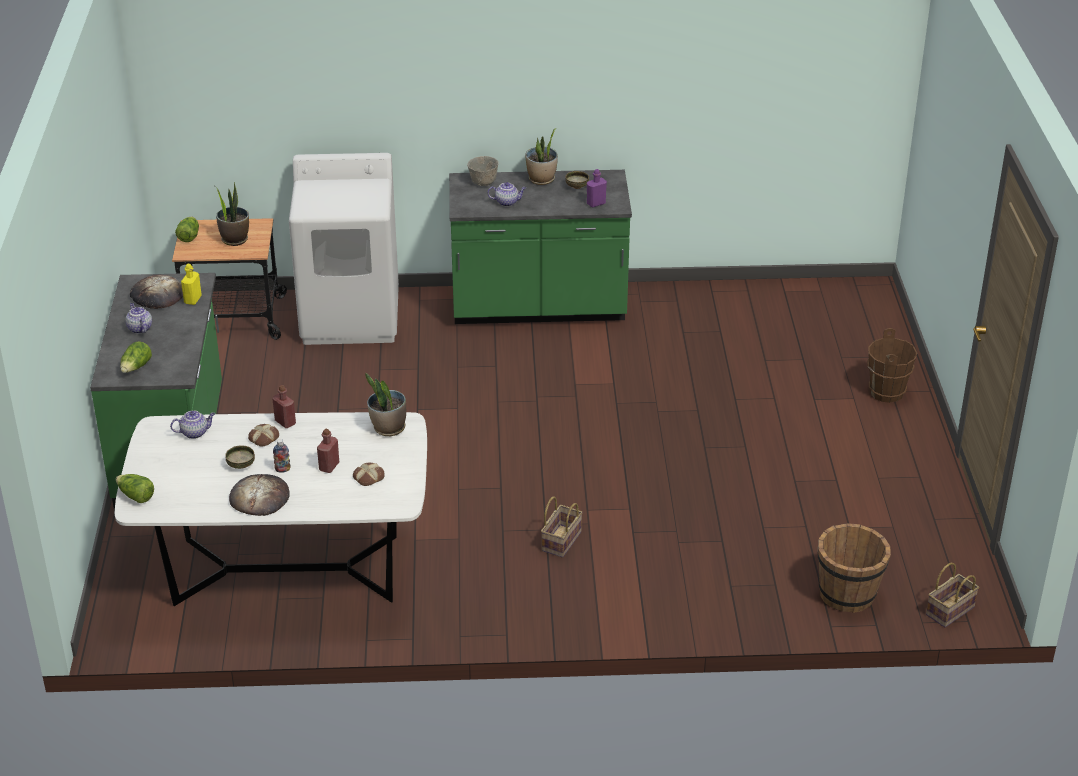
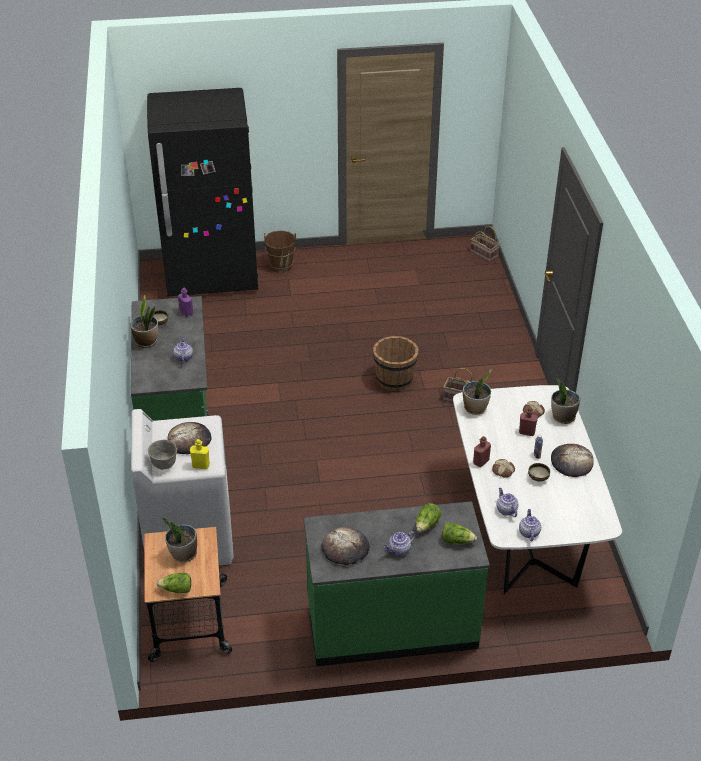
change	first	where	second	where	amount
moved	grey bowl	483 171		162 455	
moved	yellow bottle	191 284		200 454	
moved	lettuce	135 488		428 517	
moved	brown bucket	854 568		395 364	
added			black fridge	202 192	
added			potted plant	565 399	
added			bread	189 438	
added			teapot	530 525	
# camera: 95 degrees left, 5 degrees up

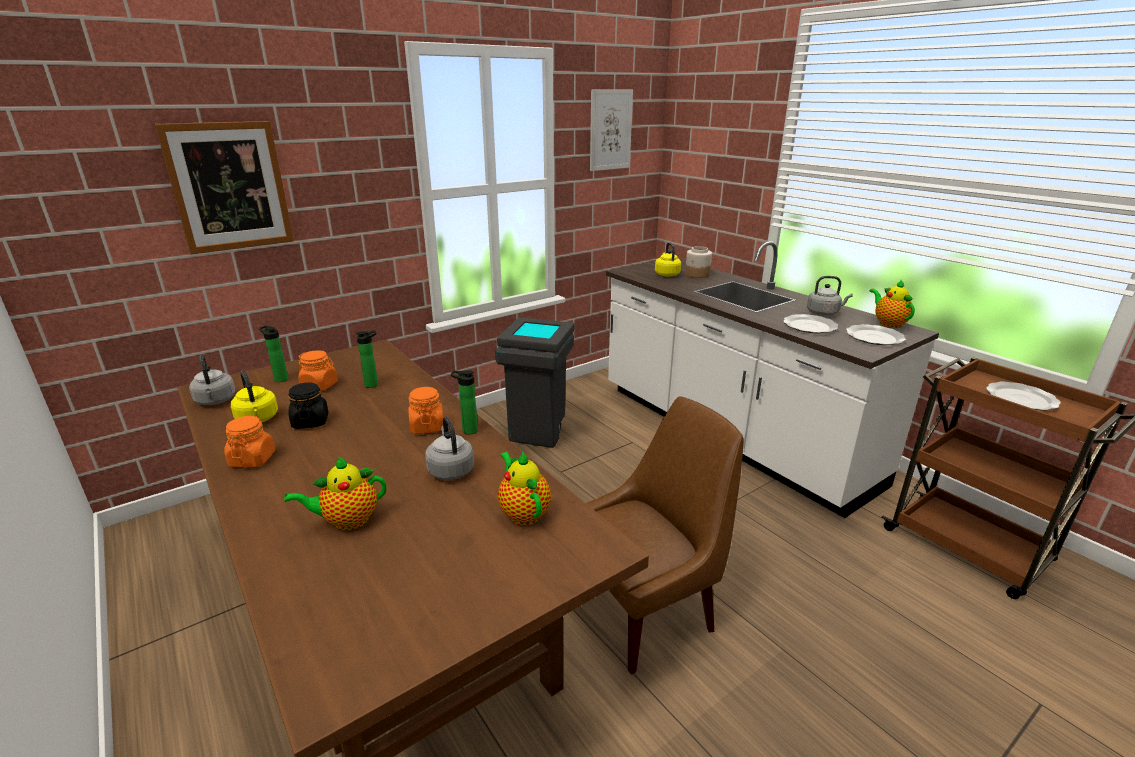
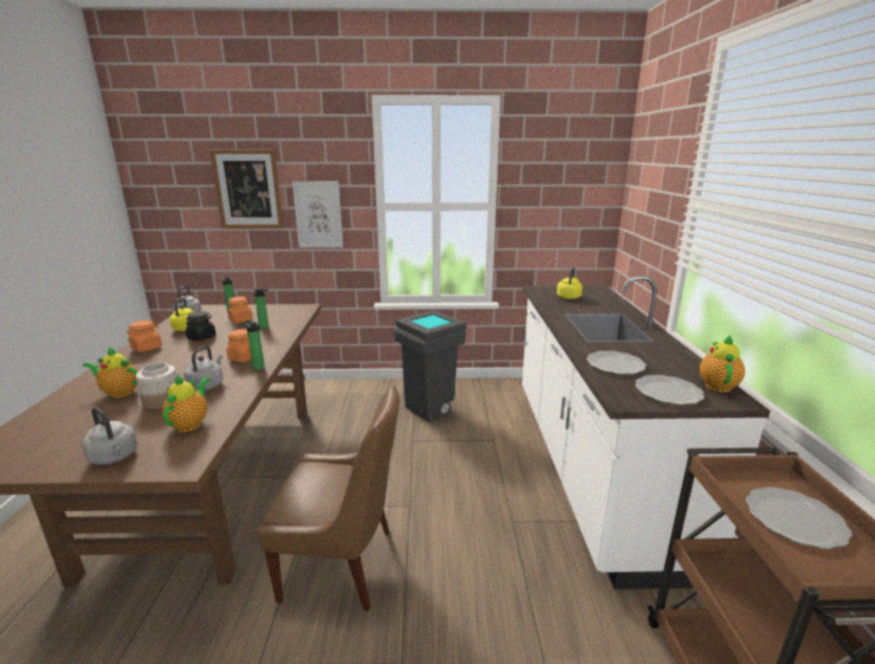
change	first	where	second	where	amount
moved	picture	611 130		317 214	
moved	jar	698 262		156 385	
moved	grey kettle	830 295		110 436	
# camera: 35 degrees right, 5 degrees down

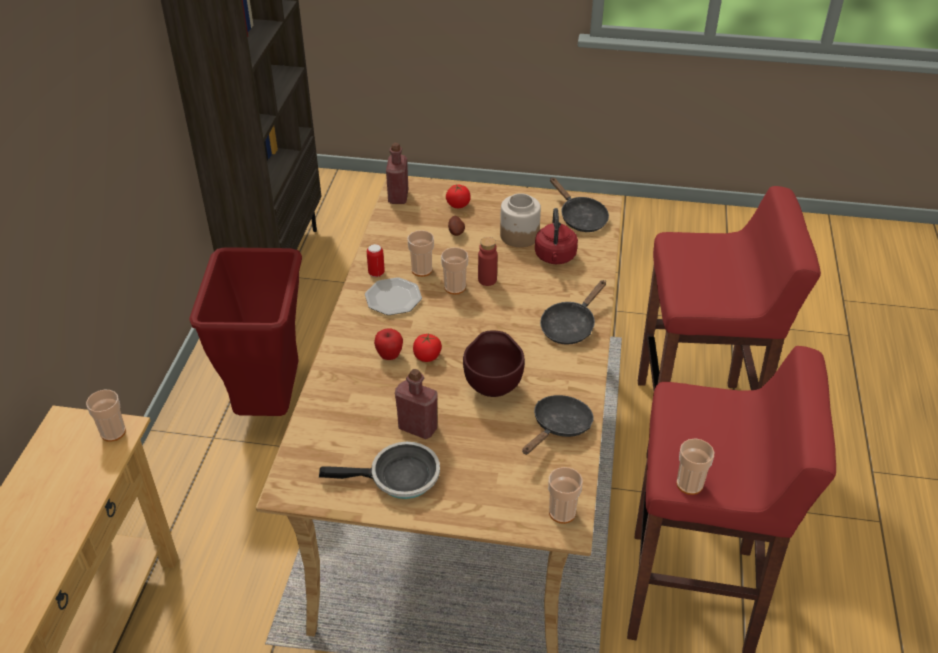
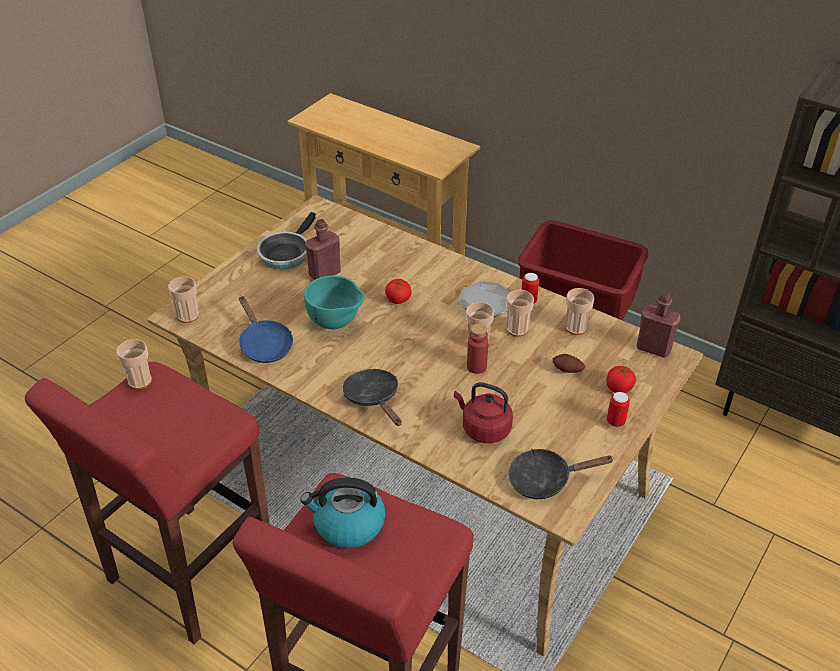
change	first	where	second	where	amount
removed	jar	520 220			
removed	apple	388 344			
recoloured	brown bowl	494 364	turquoise bowl	334 302	
moved	cup	106 416		579 311	
recoloured	black frying pan	558 425	blue frying pan	266 329	
added			can	618 409	
added			kettle	342 513	
# camera: 115 degrees right, 0 degrees up

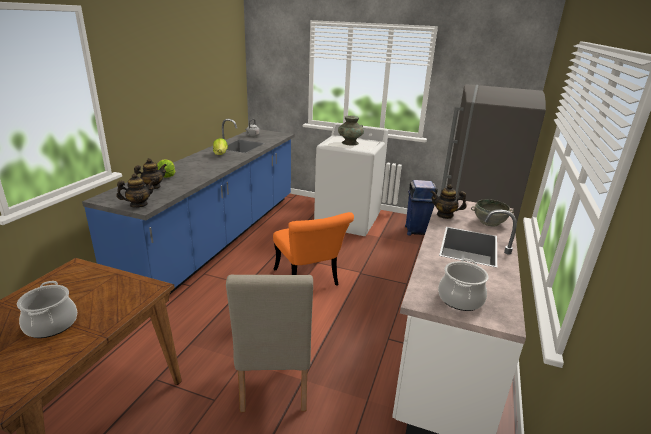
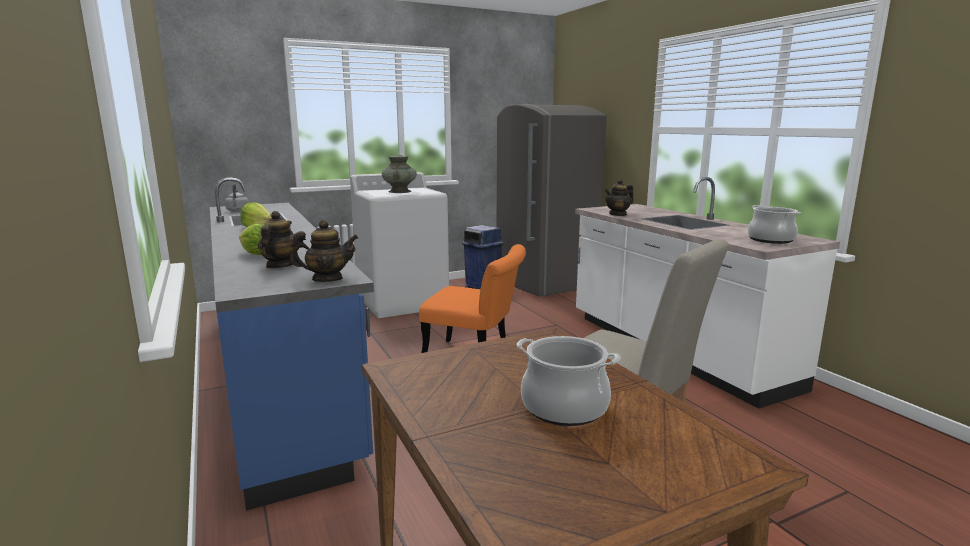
change	first	where	second	where	amount
turned	teapot	135 190		324 251	60 degrees clockwise
removed	grey bowl	492 212			
# camera: 45 degrees left, 10 degrees down

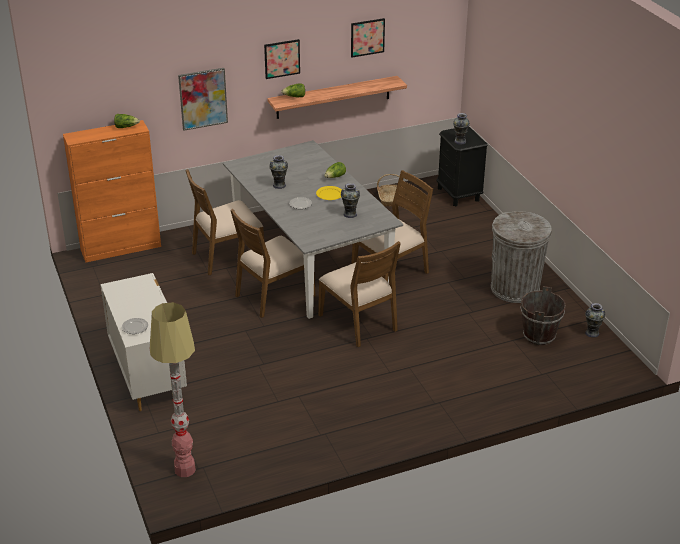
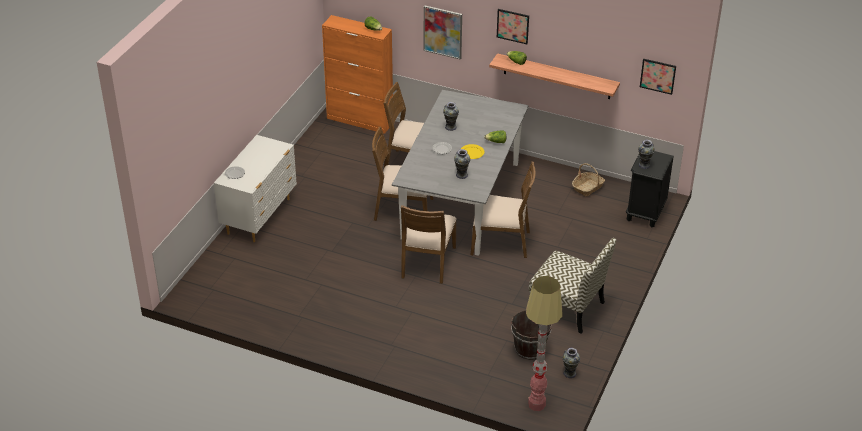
change	first	where	second	where	amount
moved	picture	368 37		658 76	
replaced	grey trash can	521 257	chair	572 286	
moved	floor lamp	173 389		544 343	
# camera: 45 degrees right, 5 degrees up

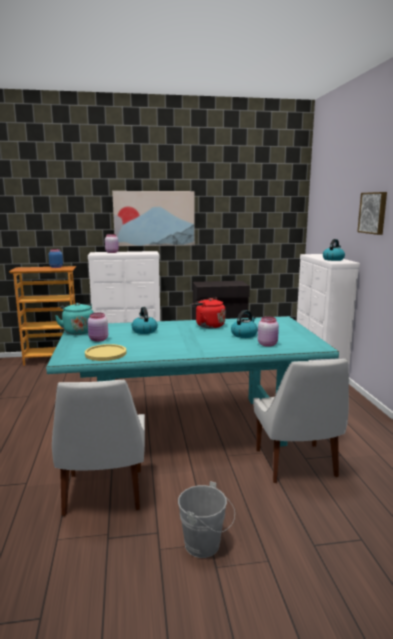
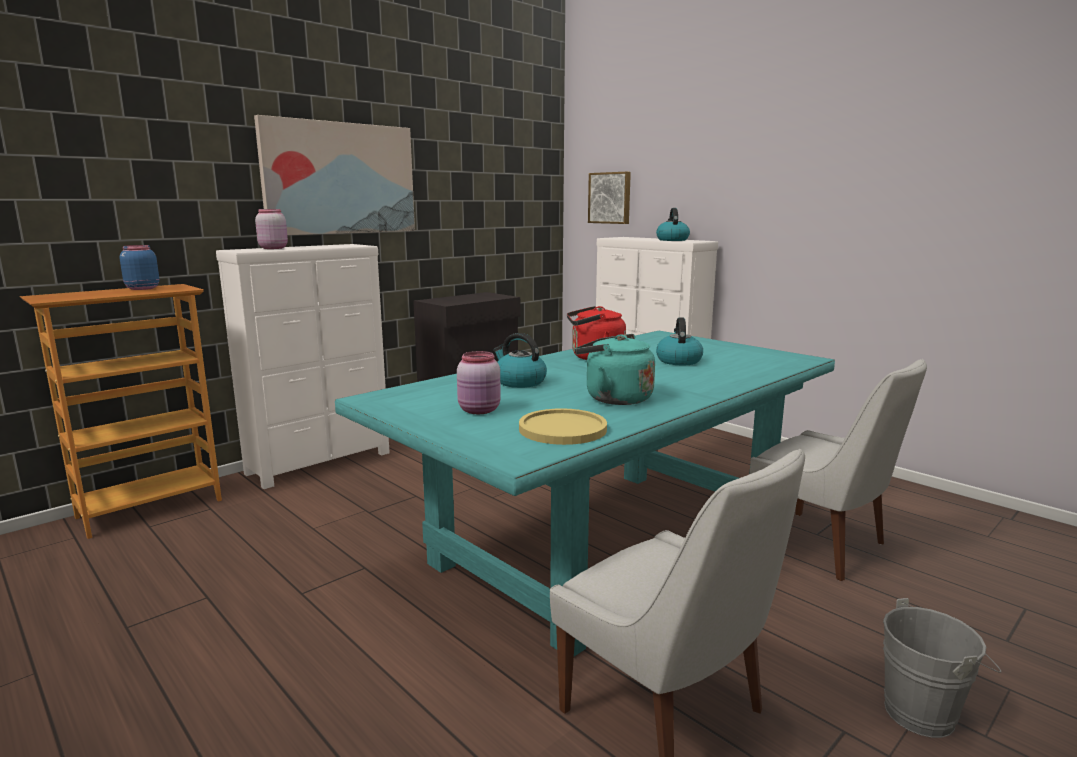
change	first	where	second	where	amount
moved	picture	372 213		609 198	
moved	turquoise kettle	74 319		615 369	
removed	pink jar	268 331			
# camera: 35 degrees left, 0 degrees up

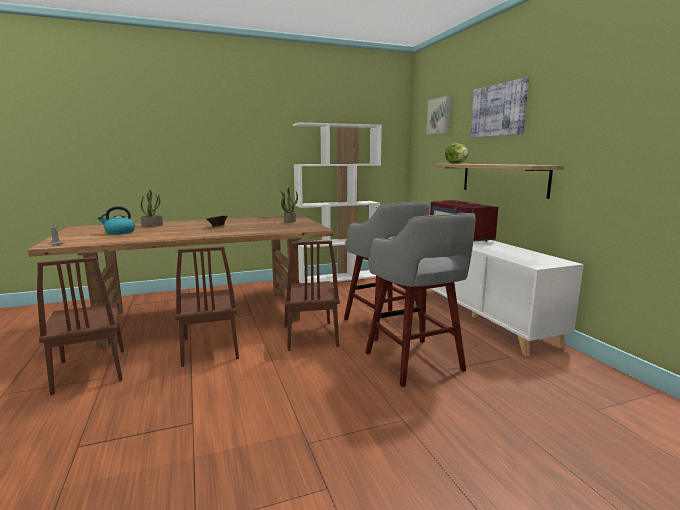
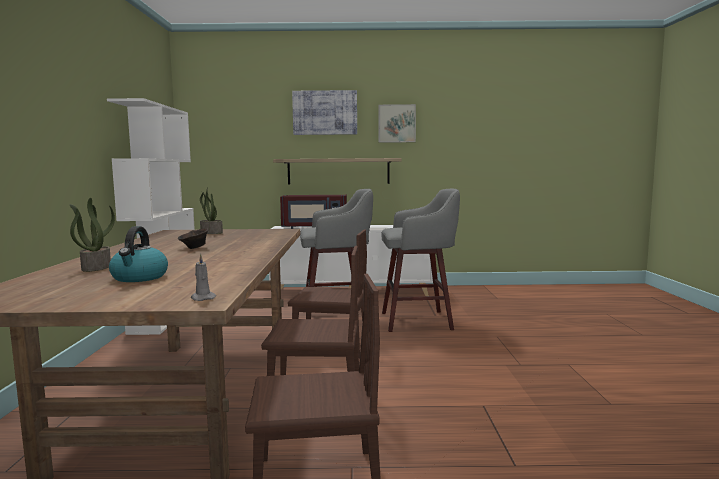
change	first	where	second	where	amount
moved	picture	438 115		397 123	
removed	lettuce	456 153			
# camera: 70 degrees left, 5 degrees down

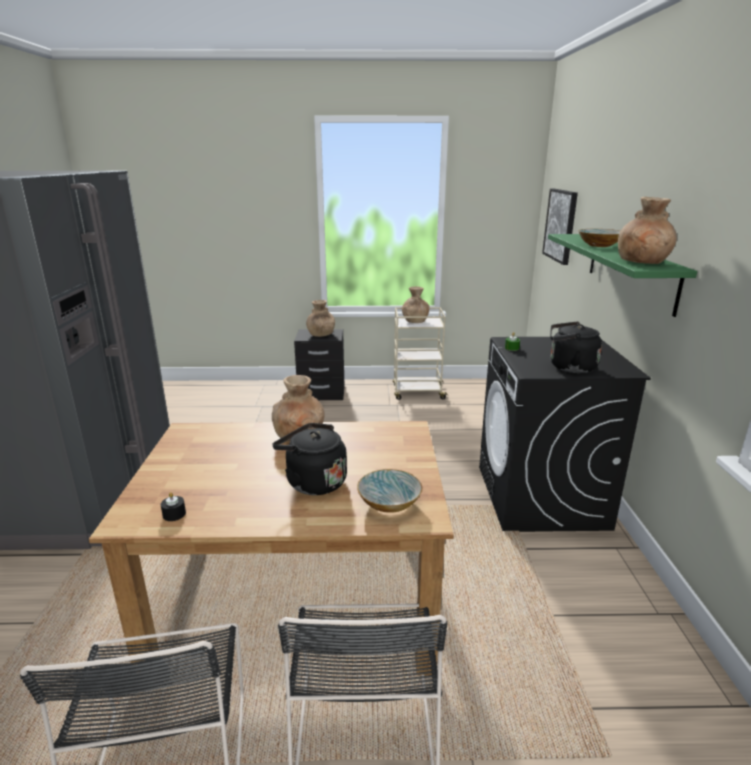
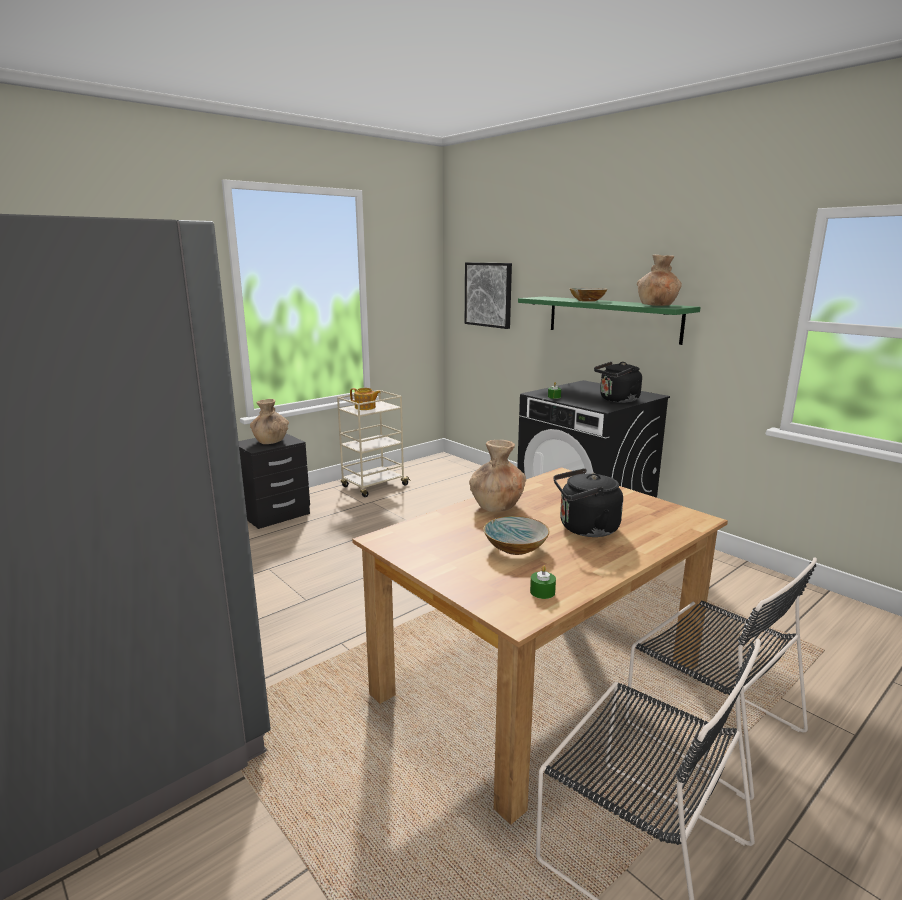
change	first	where	second	where	amount
replaced	brown vase	415 304	teapot	365 399	
moved	bowl	389 491		516 535	
recoloured	black candle	173 506	green candle	543 582	
# camera: 40 degrees left, 5 degrees down

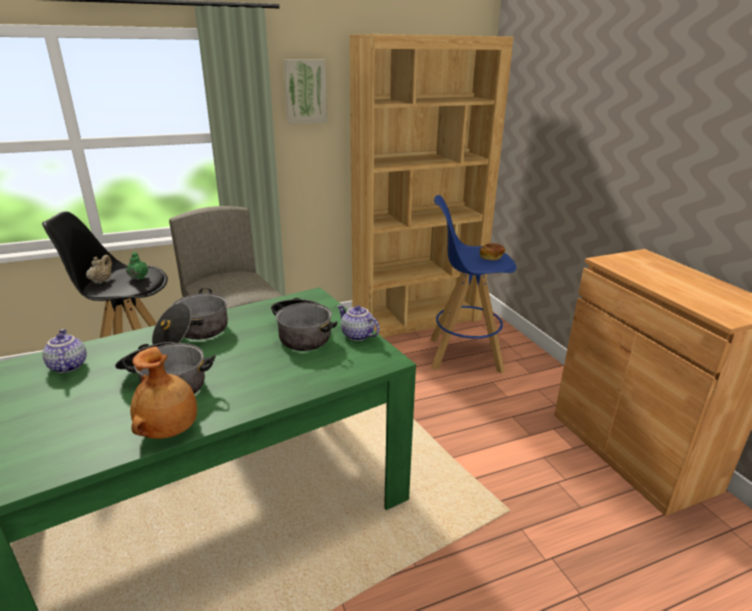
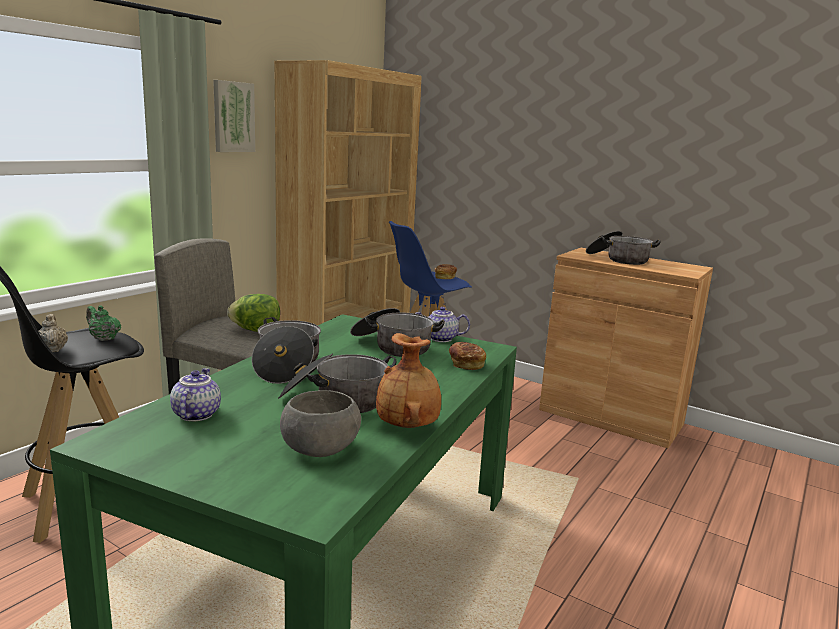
change	first	where	second	where	amount
turned	teapot	64 351		195 394	60 degrees clockwise
added			cooking pot	623 248	
added			lettuce	253 313	
added			bread	467 356	
added			grey bowl	320 423	
# camera: 35 degrees left, 10 degrees down

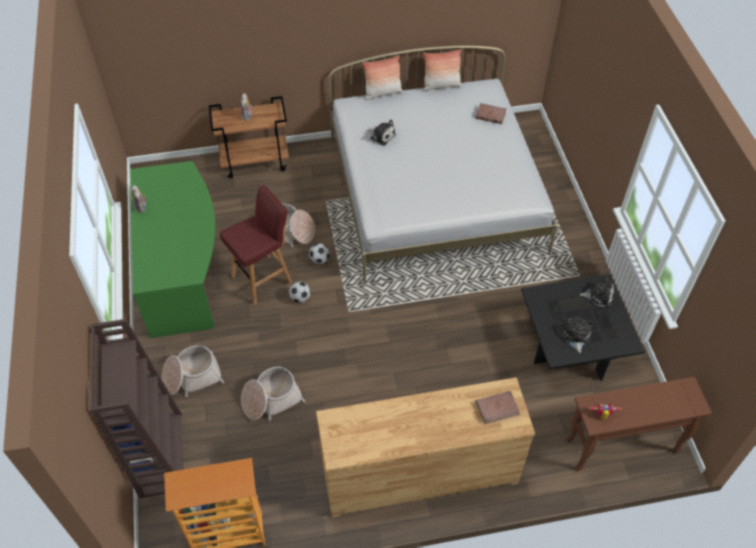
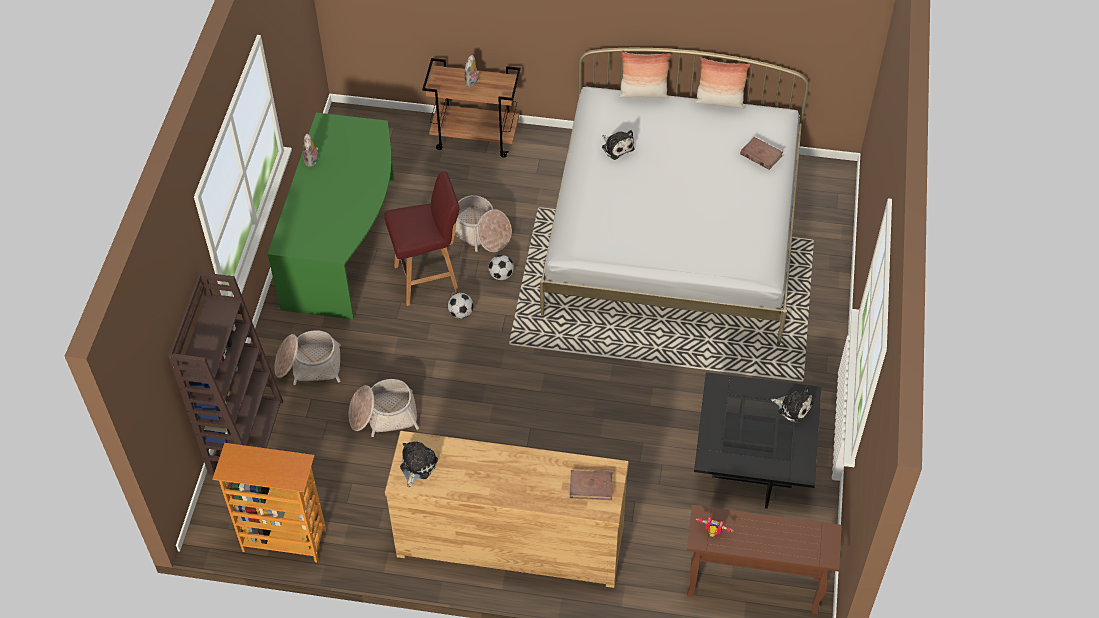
change	first	where	second	where	amount
moved	plush toy	577 335		419 464	
# camera: 20 degrees right, 0 degrees up

